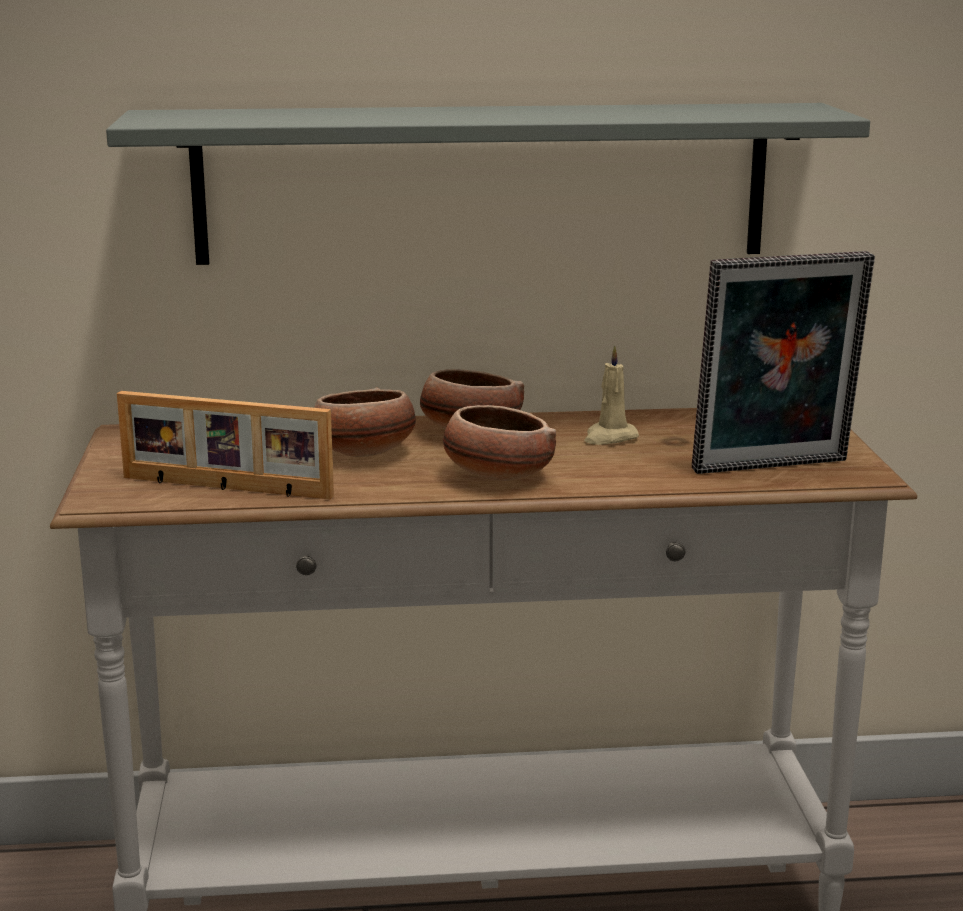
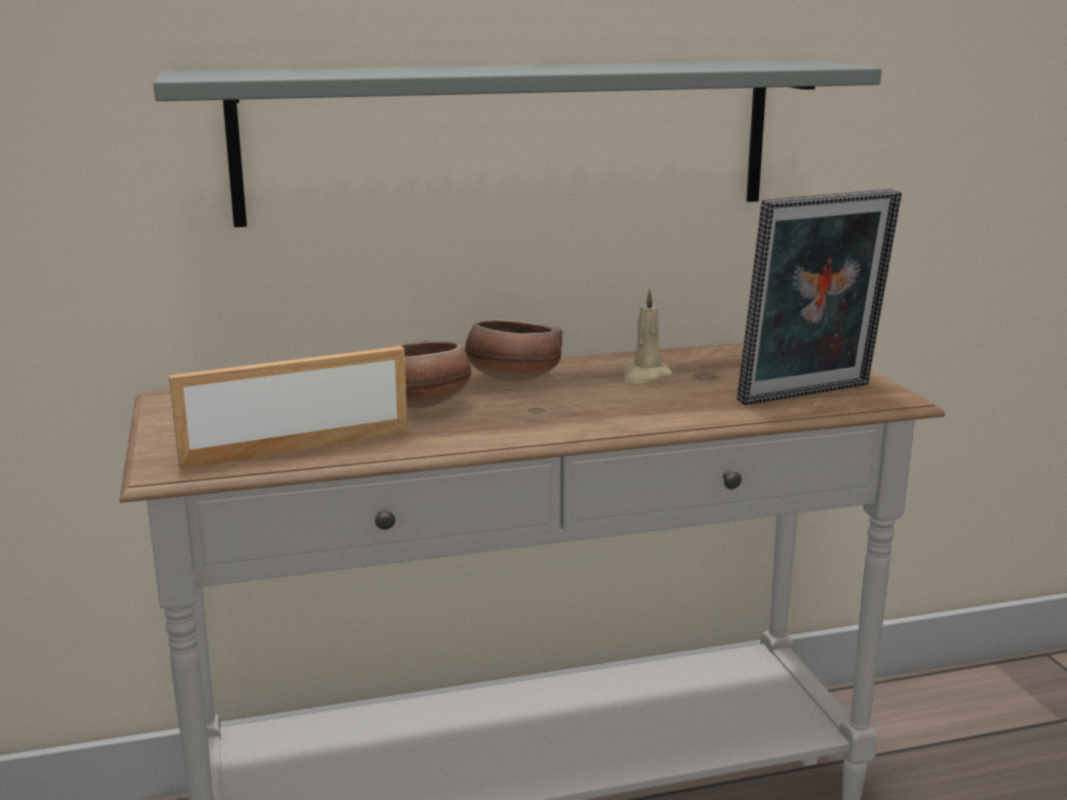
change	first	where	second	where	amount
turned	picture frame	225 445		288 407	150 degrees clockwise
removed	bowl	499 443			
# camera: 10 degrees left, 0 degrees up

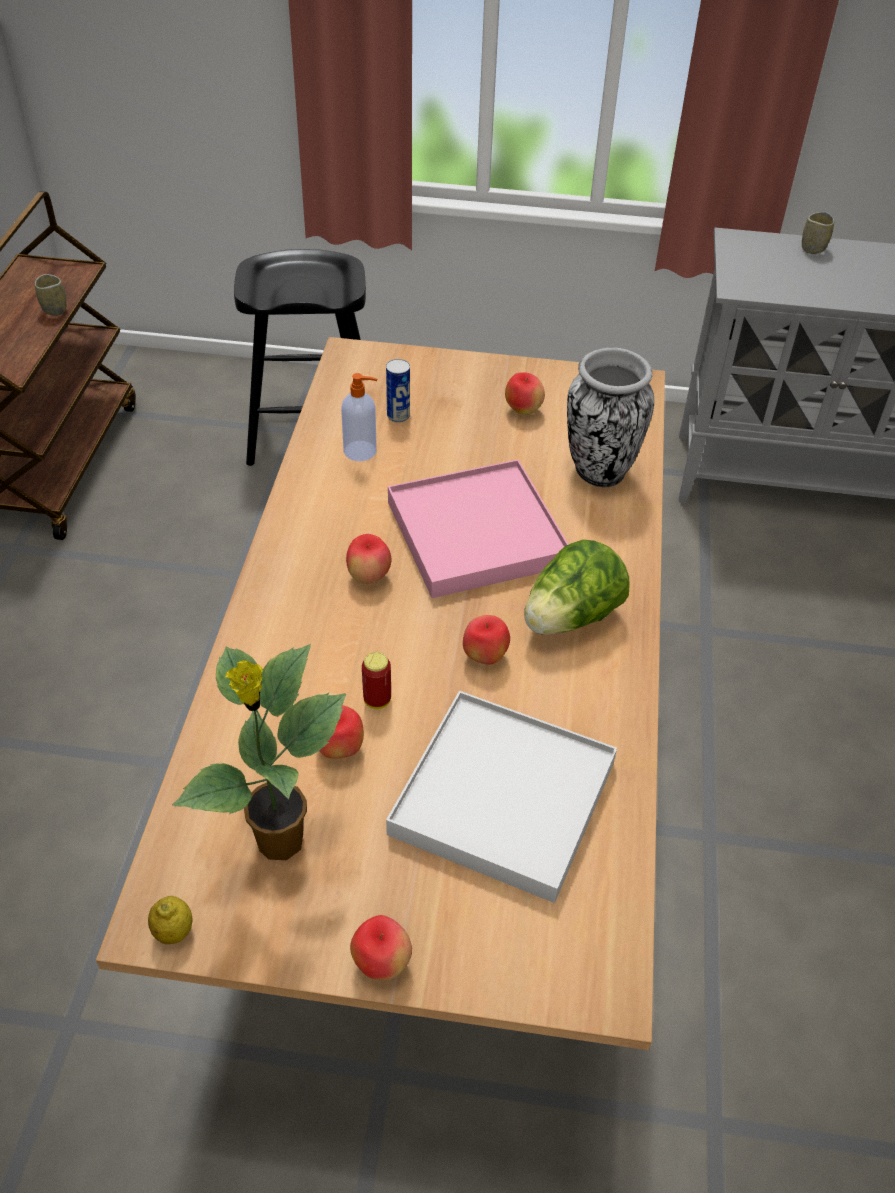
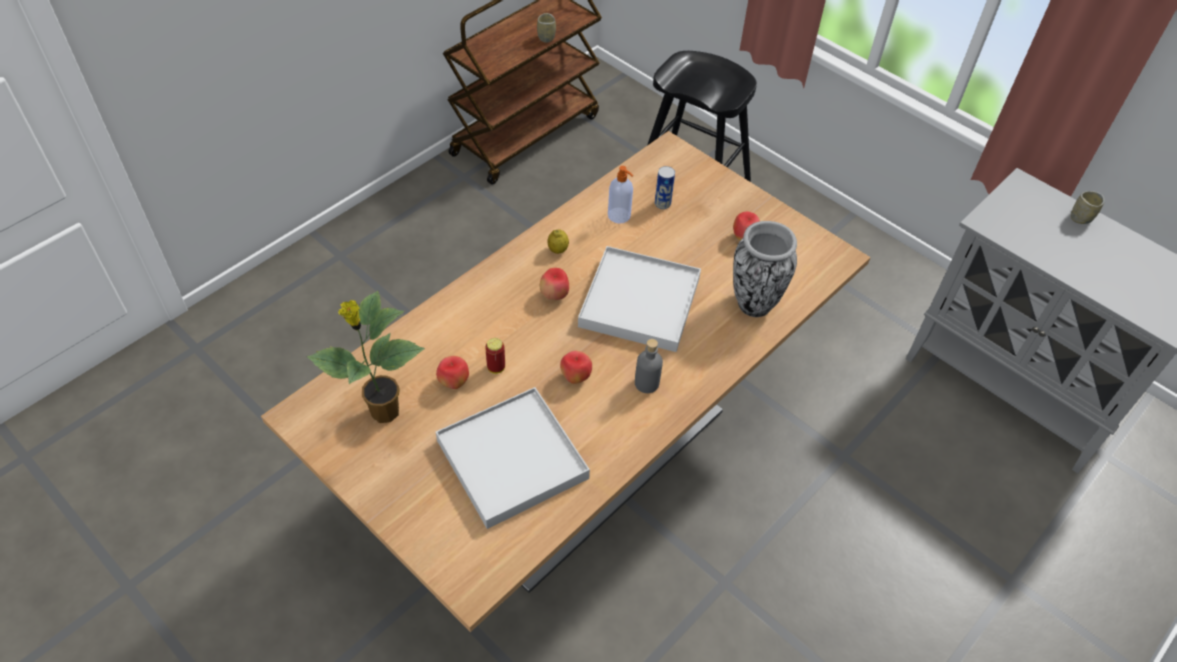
change	first	where	second	where	amount
recoloured	pink tray	478 528	white tray	639 299	
replaced	lettuce	577 587	grey bottle	649 366	
moved	lemon	170 920		558 241	
removed	apple	381 947			
# camera: 35 degrees right, 5 degrees up

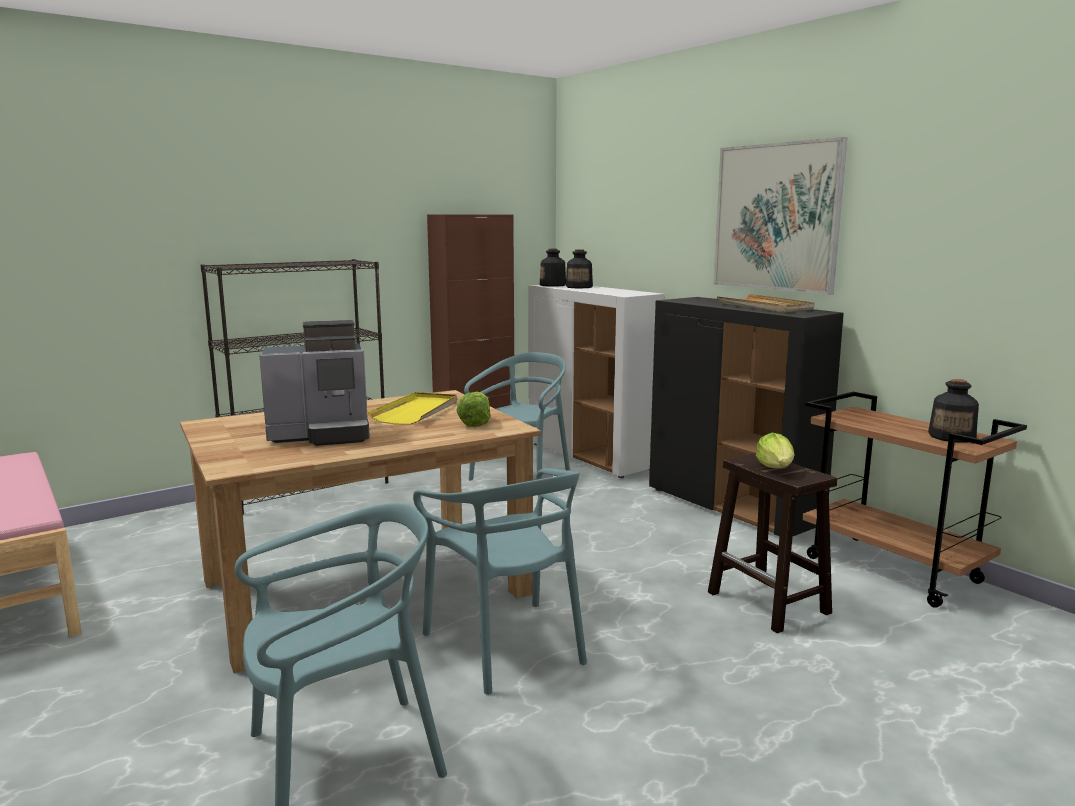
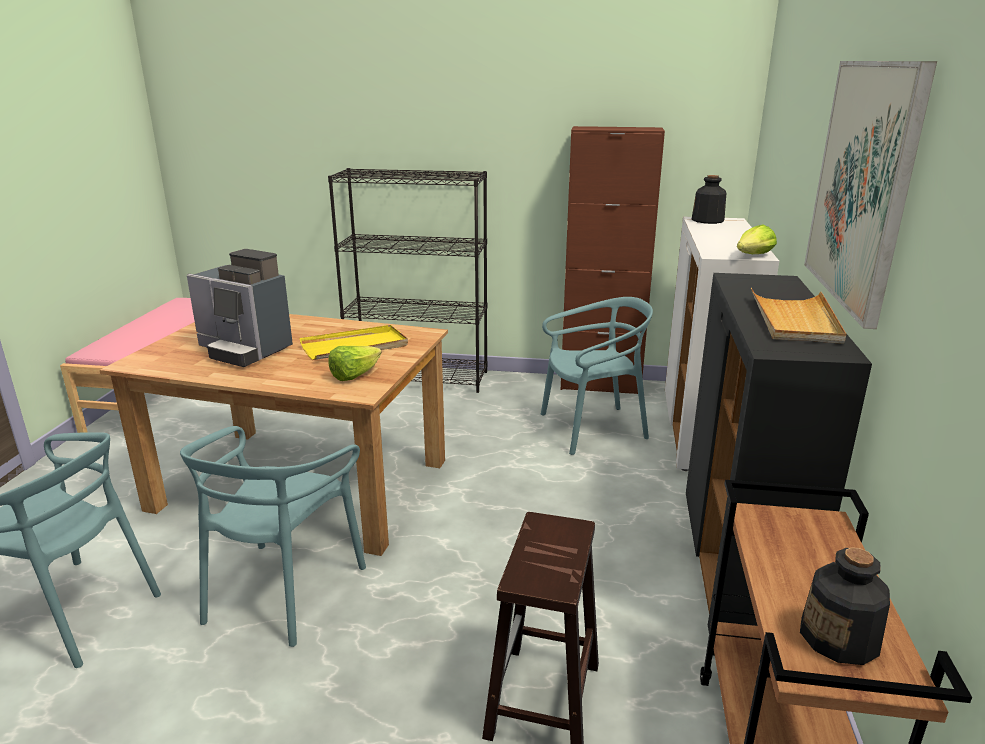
change	first	where	second	where	amount
removed	bottle	579 268			
moved	lettuce	775 450		757 239	
# camera: 45 degrees right, 10 degrees up

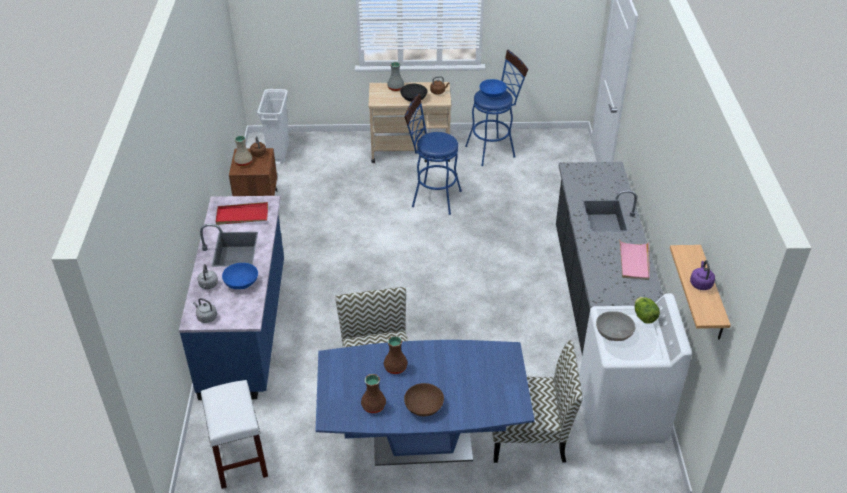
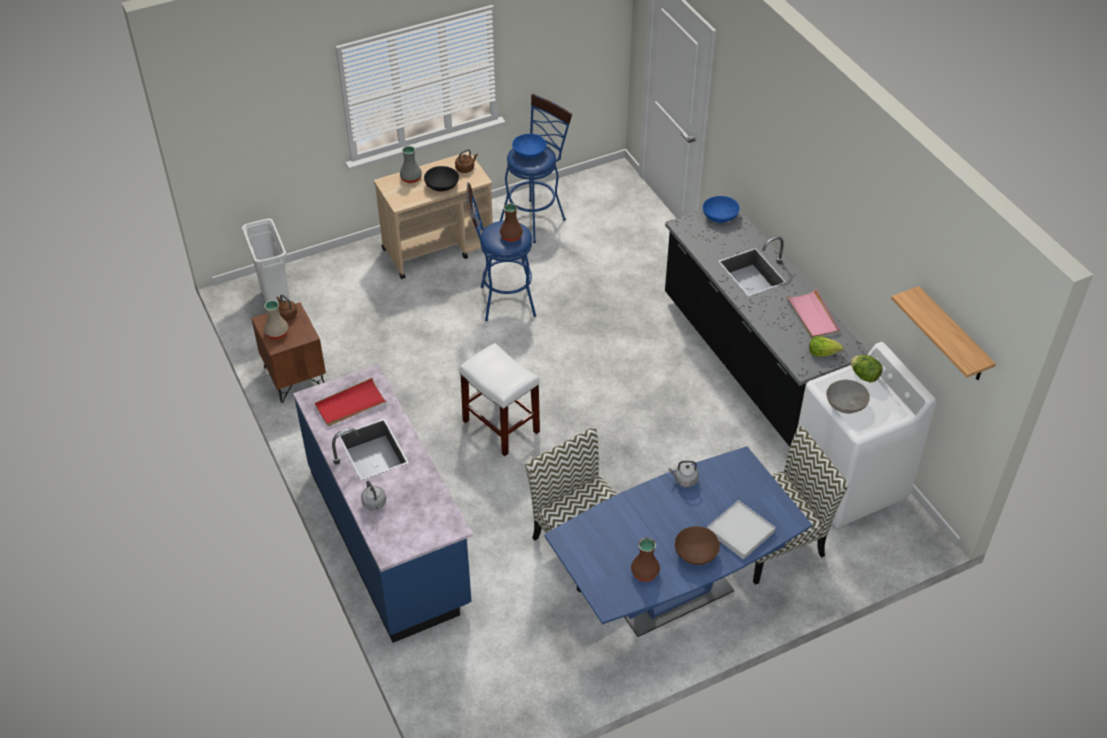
change	first	where	second	where	amount
removed	purple kettle	702 275			
moved	blue bowl	240 276		721 209	
moved	grey kettle	205 310		683 474	
moved	brown vase	395 355		511 222	
moved	white stool	234 434		499 400	
added			lettuce	826 346	
added			white tray	741 530	
# camera: 25 degrees left, 5 degrees up

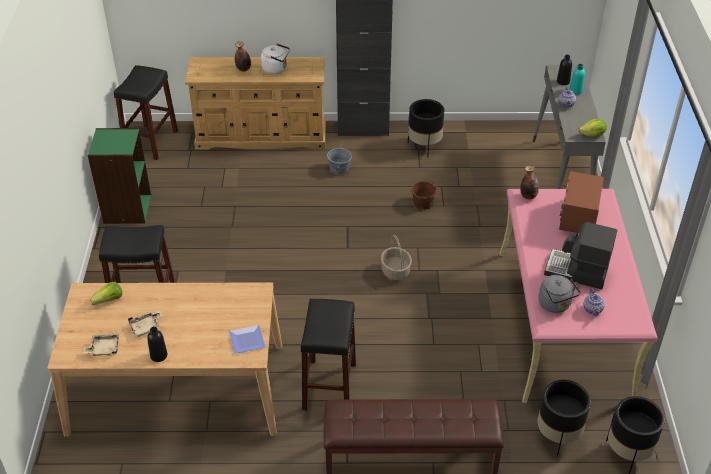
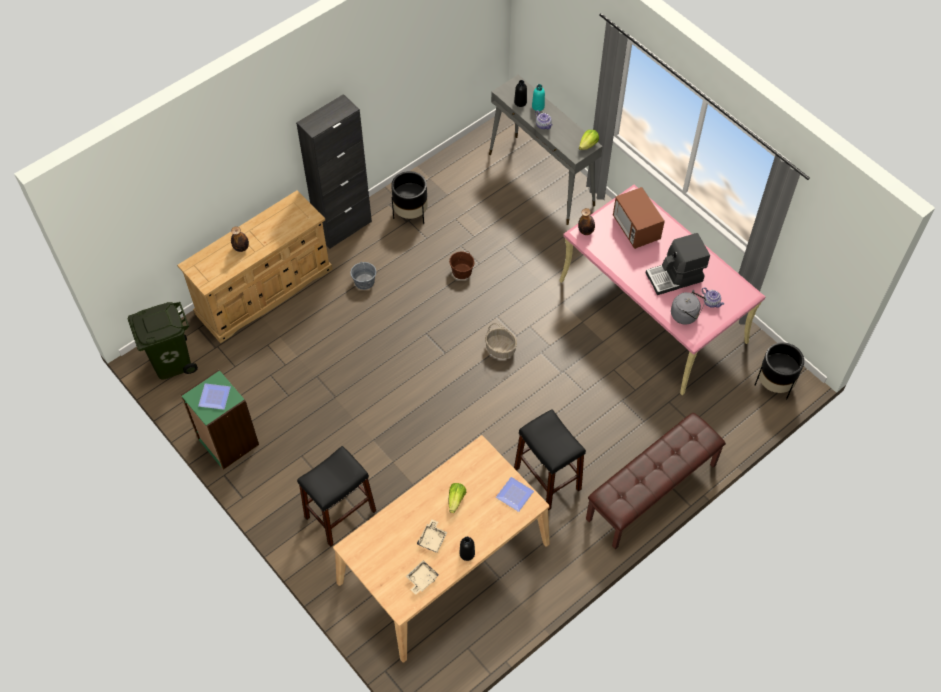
change	first	where	second	where	amount
removed	white kettle	275 58			
replaced	black stool	146 112	green trash can	162 340	
moved	lettuce	106 293		457 498	
removed	black planter	564 418			
added			plate	214 396	
# camera: 40 degrees left, 15 degrees up

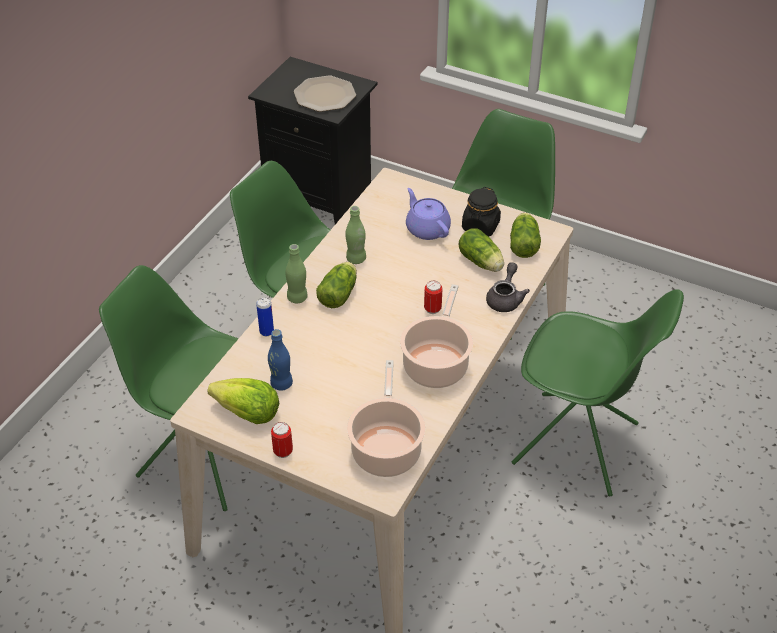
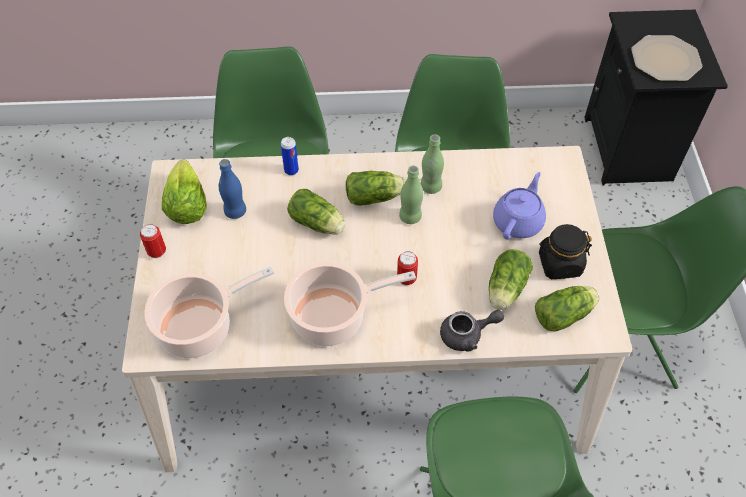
change	first	where	second	where	amount
moved	green bottle	296 273		411 194	
added			lettuce	316 212	
# camera: 60 degrees right, 10 degrees up

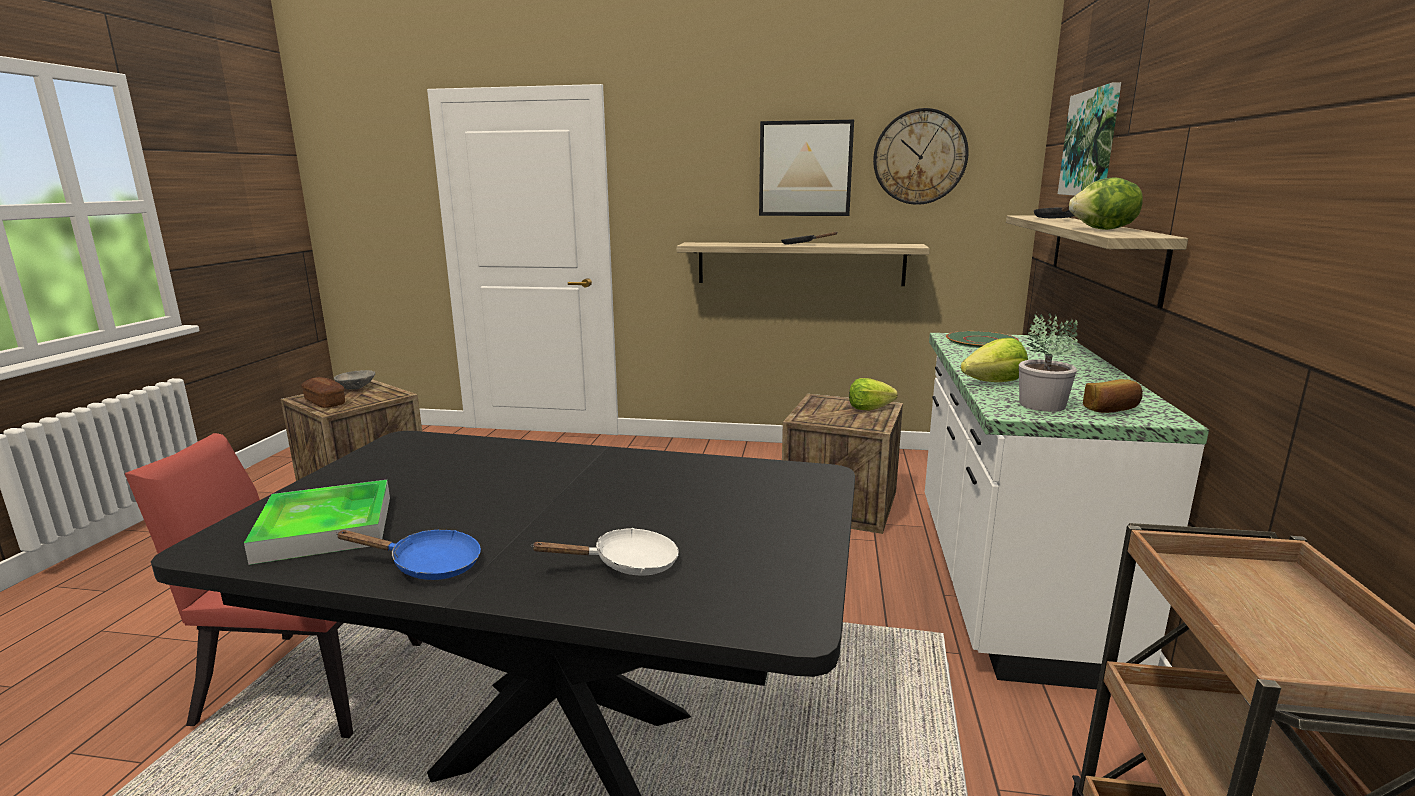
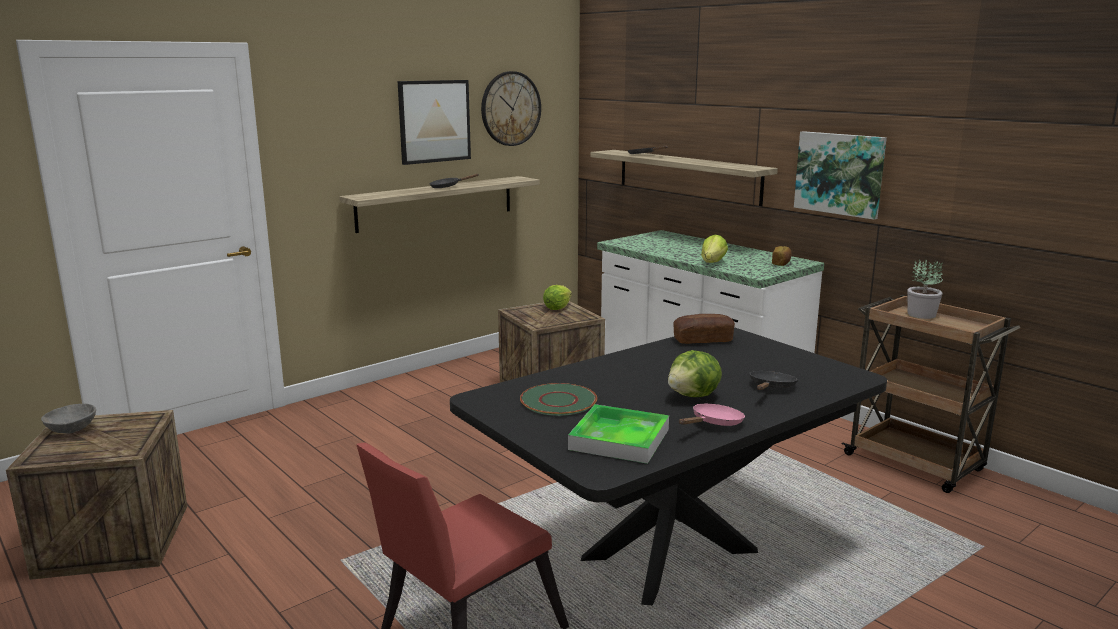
change	first	where	second	where	amount
moved	picture	1089 139		840 175	
moved	lettuce	1106 203		695 373	
moved	potted plant	1048 362		925 289	
moved	green plate	982 339		558 399	
moved	bread	323 392		704 329	
recoloured	white frying pan	605 552	black frying pan	774 380	
recoloured	blue frying pan	408 555	pink frying pan	712 415	
# camera: 50 degrees left, 0 degrees up

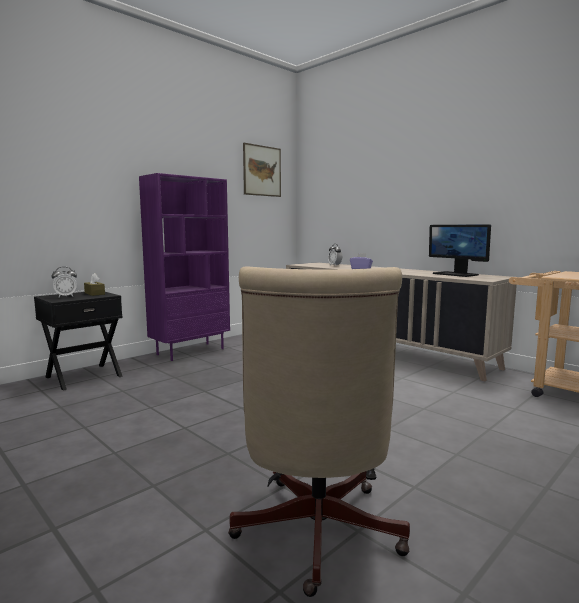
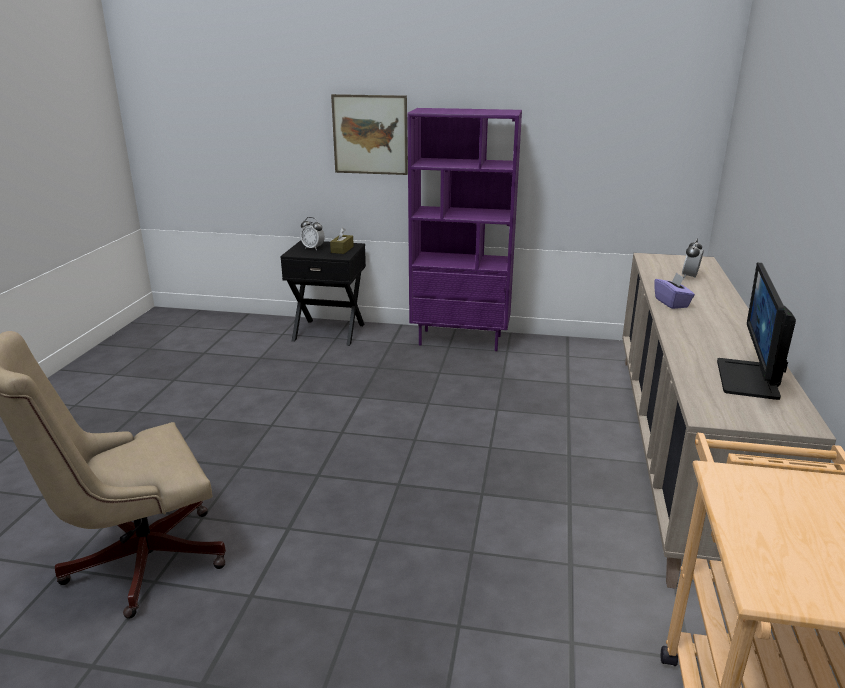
change	first	where	second	where	amount
moved	picture	262 170		369 134	
# camera: 55 degrees right, 15 degrees up

